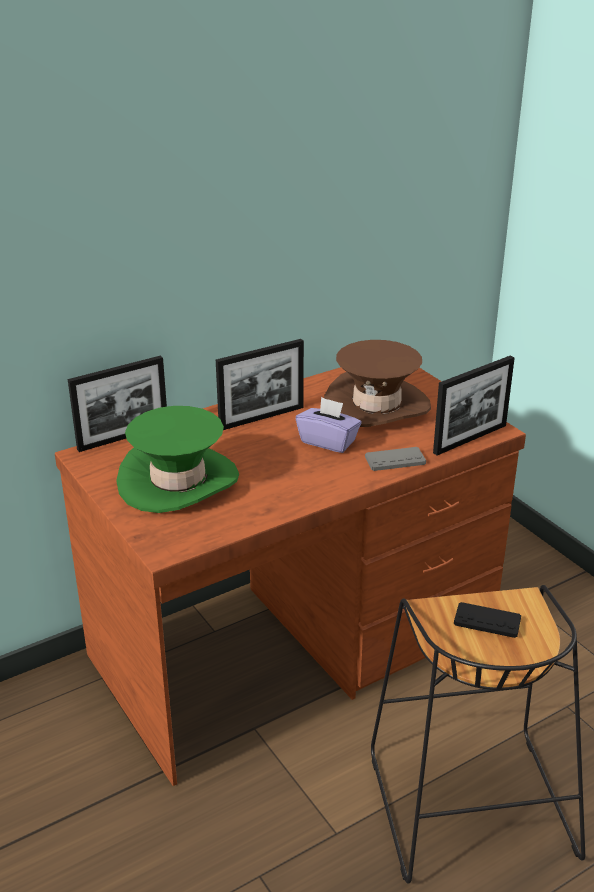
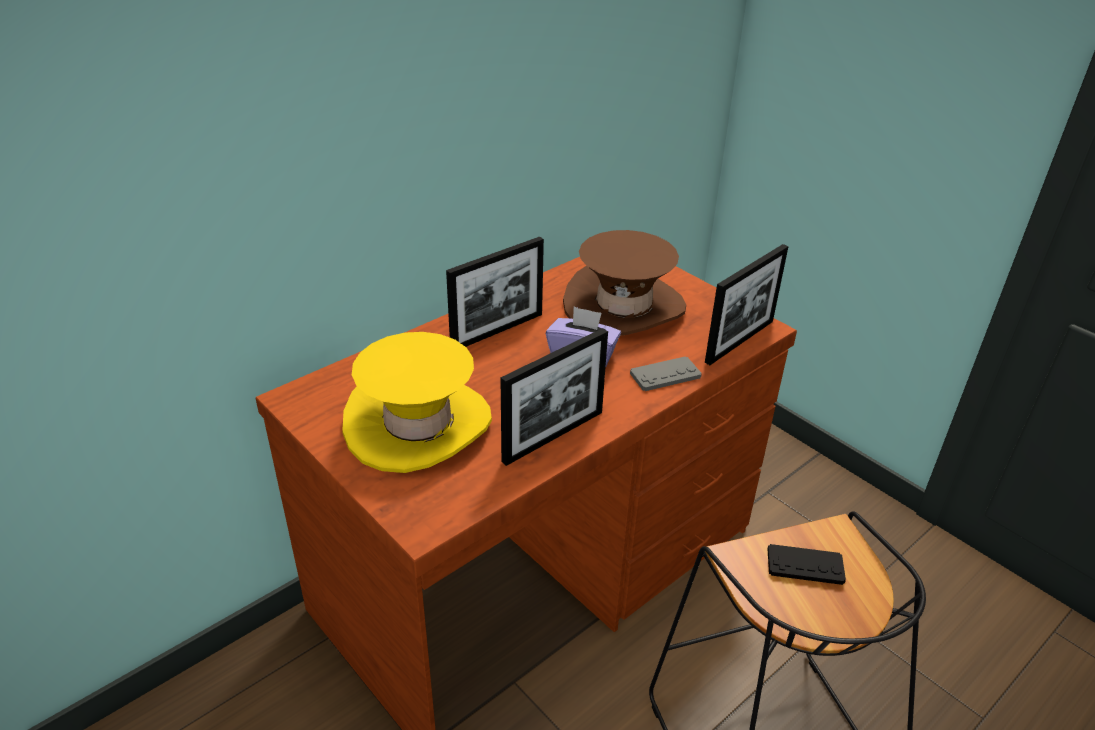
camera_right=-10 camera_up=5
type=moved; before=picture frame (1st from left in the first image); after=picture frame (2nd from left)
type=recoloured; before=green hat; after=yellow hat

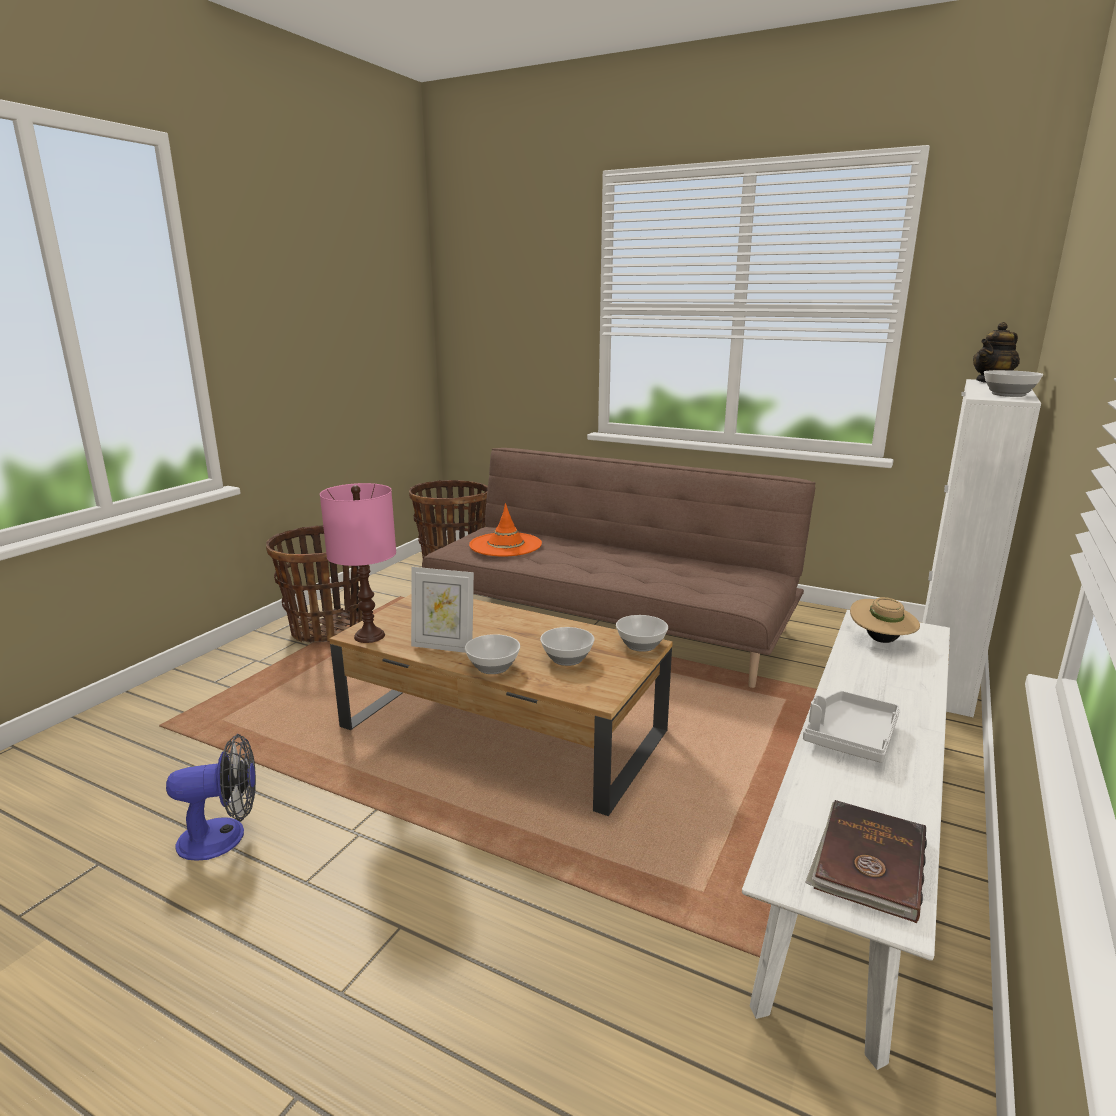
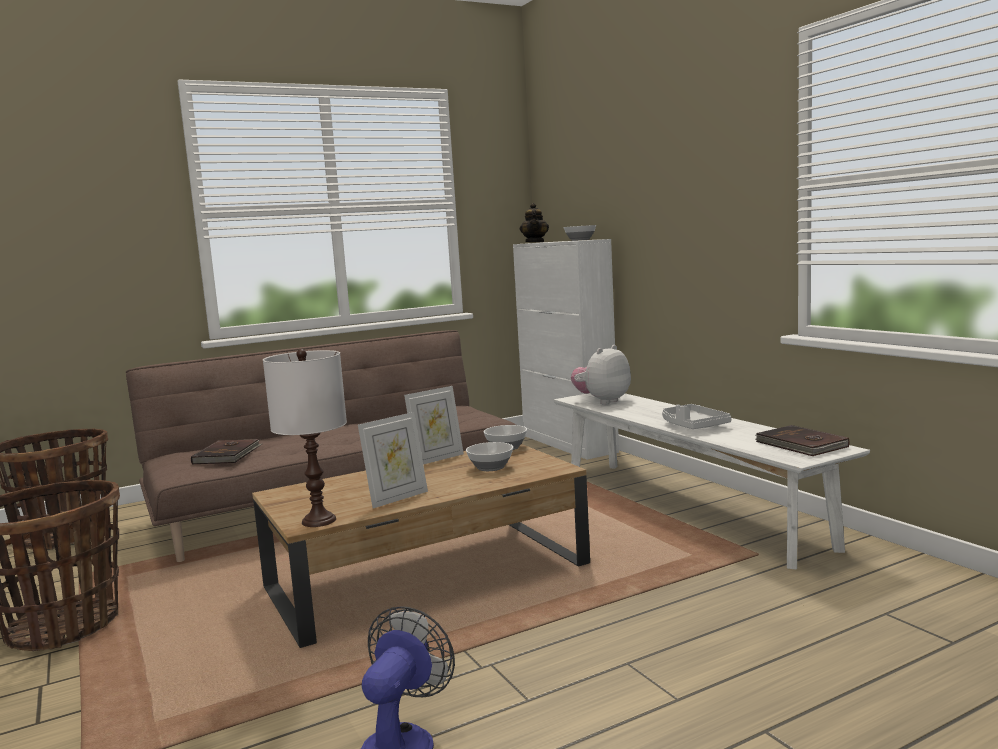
camera_right=-55 camera_up=-10
type=recoloured; before=pinkish table lamp; after=whitish table lamp
type=replaced; before=orange hat; after=brownish volume (1st from left)
type=replaced; before=sand-coloured hat; after=plush toy
type=removed; before=bowl (1st from left)
type=added; after=picture frame (2nd from left)

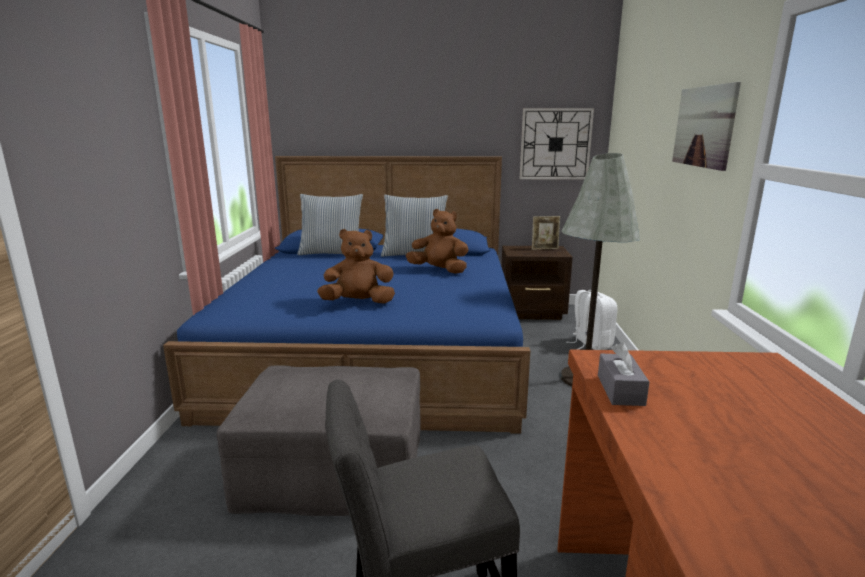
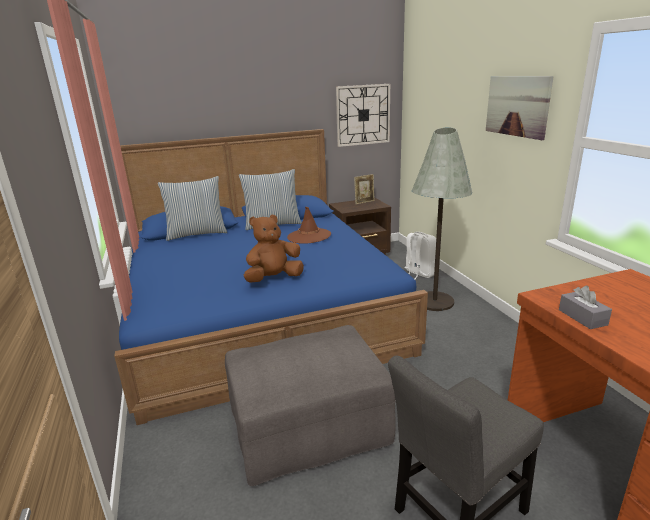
camera_right=-20 camera_up=5
type=replaced; before=brownish plush toy (2nd from left); after=brownish hat

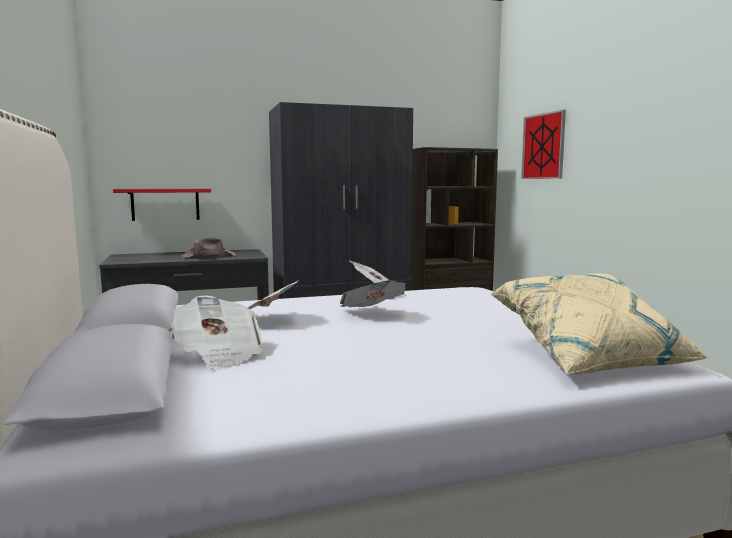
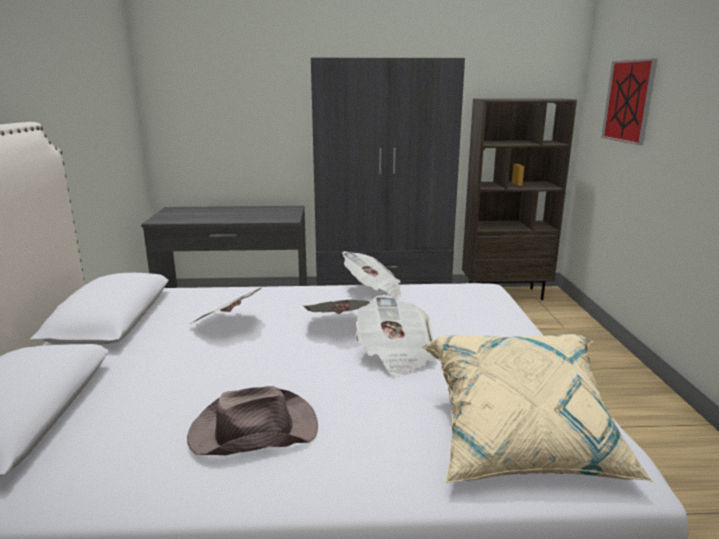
camera_right=15 camera_up=10
type=removed; before=red bracket shelf
type=moved; before=brownish hat
type=moved; before=newspaper (1st from left in the first image); after=newspaper (4th from left)

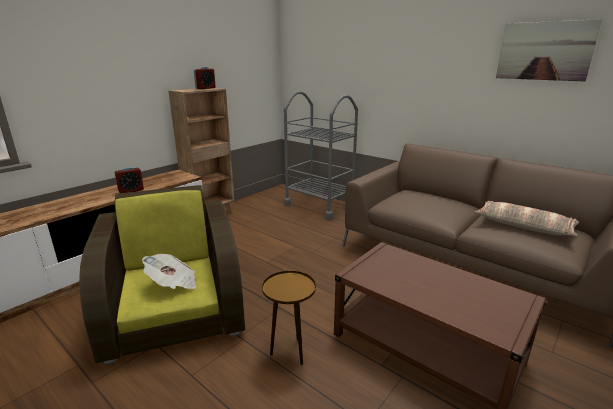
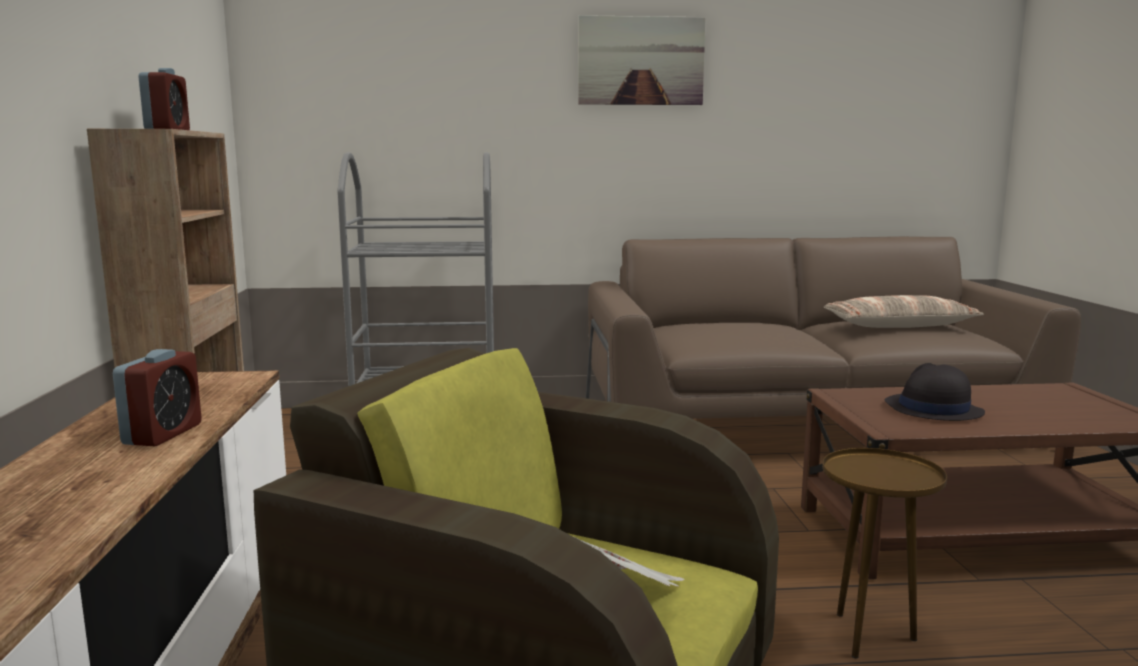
camera_right=-45 camera_up=-10
type=moved; before=wall art
type=added; after=black hat

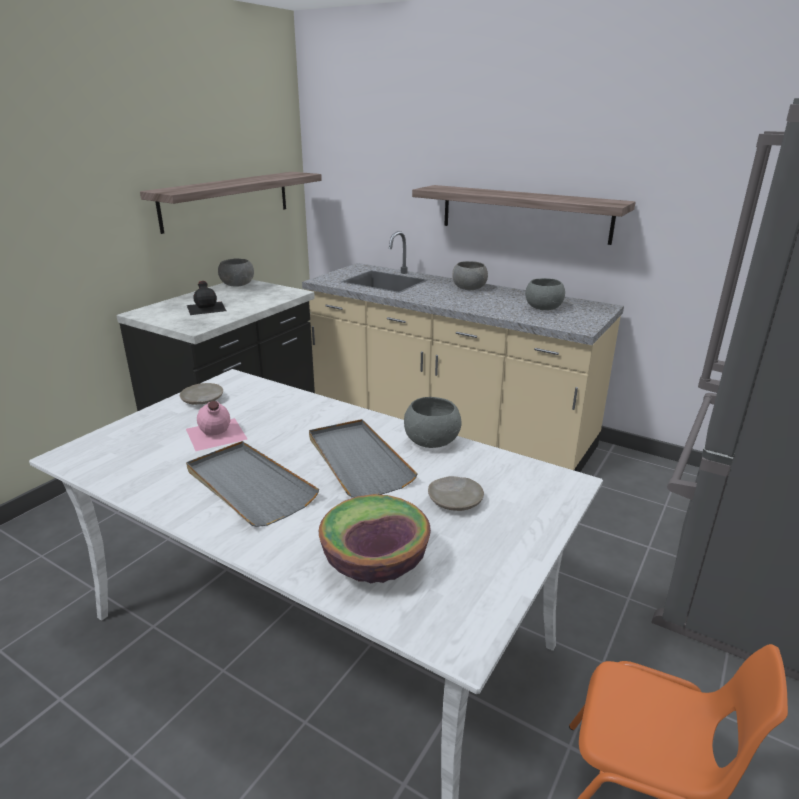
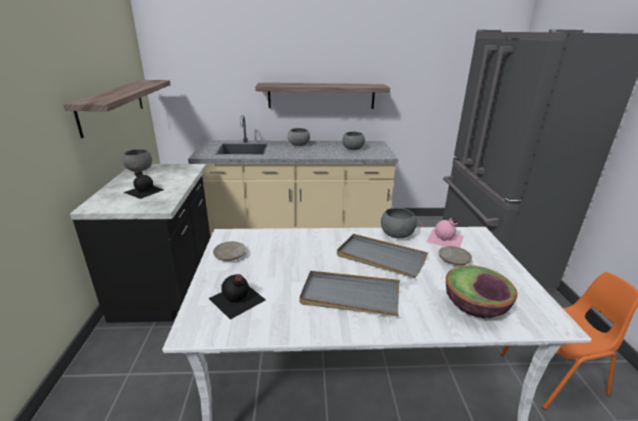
camera_right=-35 camera_up=0
type=moved; before=pinkish bottle
type=added; after=black bottle (2nd from left)

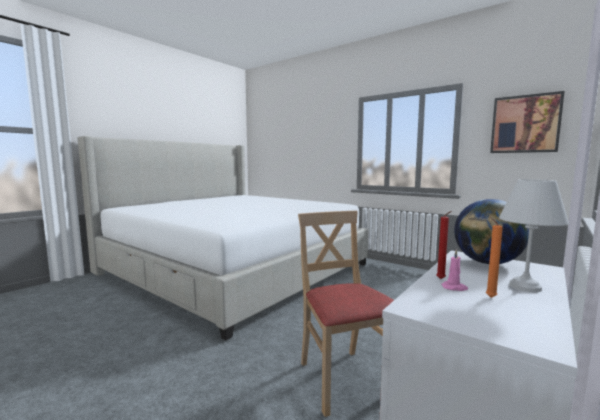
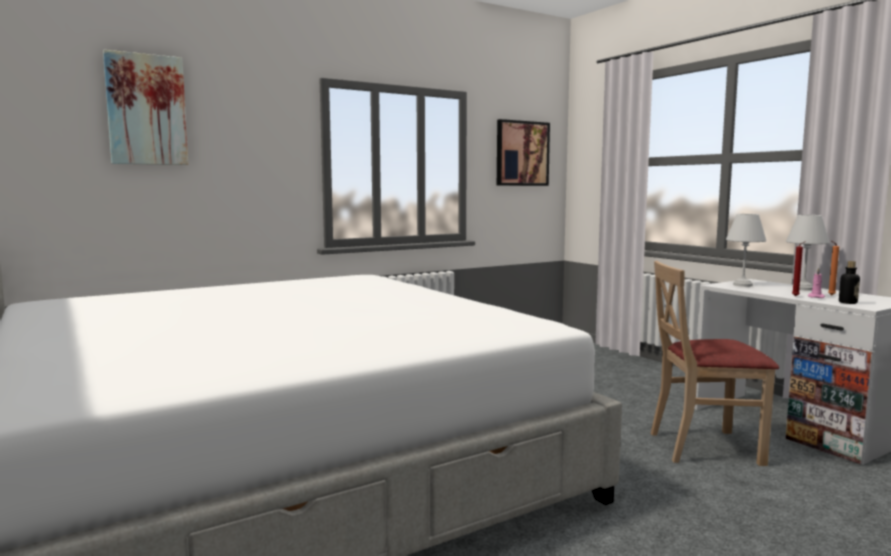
camera_right=-70 camera_up=0
type=replaced; before=desk globe; after=whitish table lamp (1st from left)
type=added; after=wall art (1st from left)
type=added; after=bottle

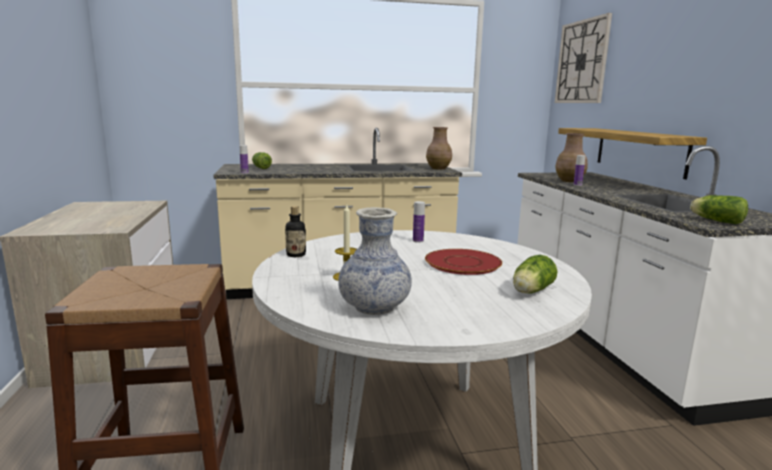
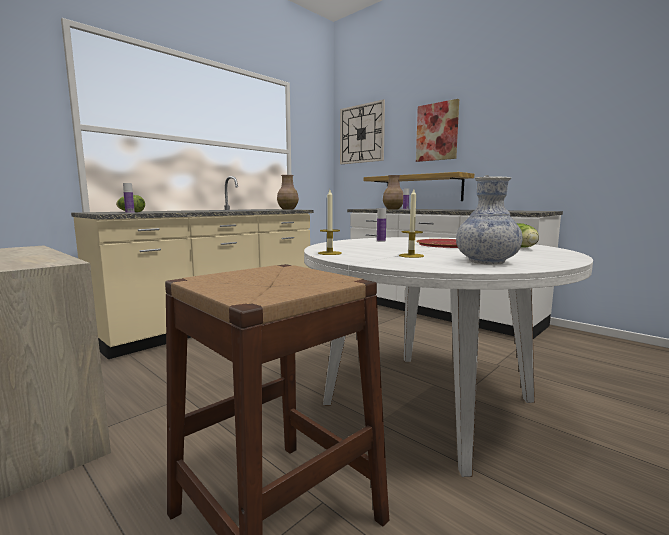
camera_right=-35 camera_up=-5
type=removed; before=lettuce (3rd from left)
type=replaced; before=bottle (2nd from left); after=candle (1st from left)
type=added; after=wall art

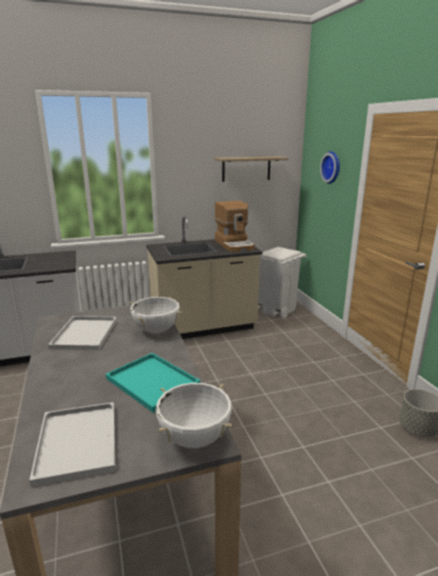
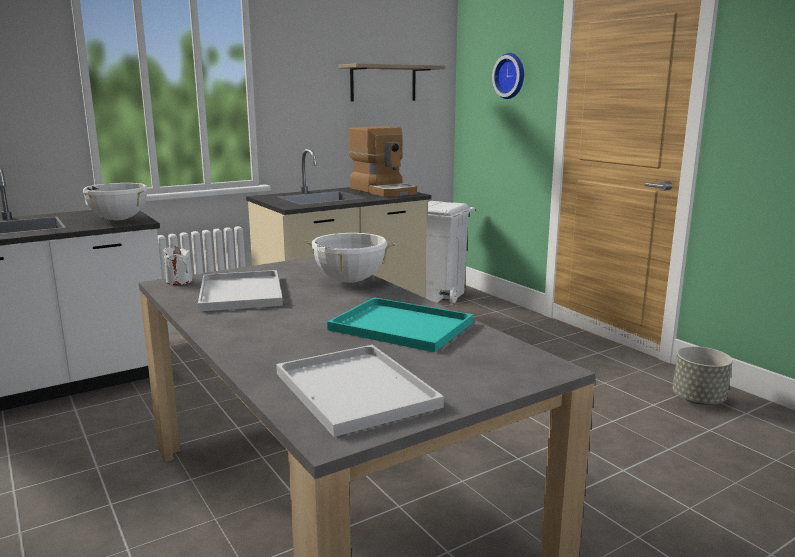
camera_right=-15 camera_up=-5
type=moved; before=whitish cooking pot (2nd from left in the first image); after=whitish cooking pot (1st from left)
type=added; after=whitish candle

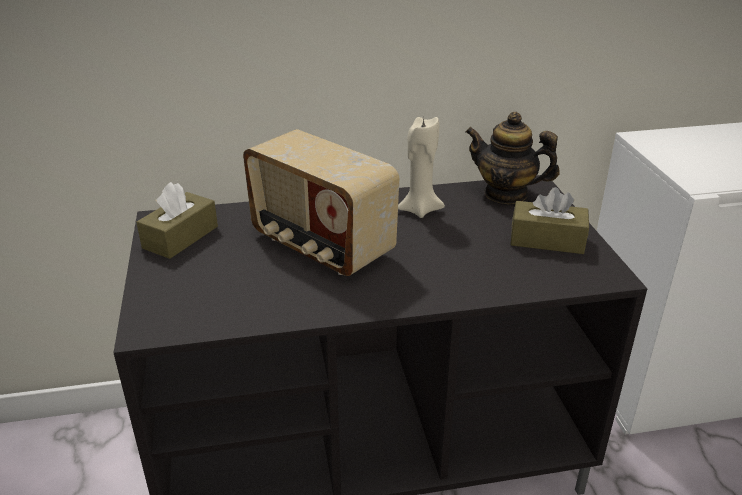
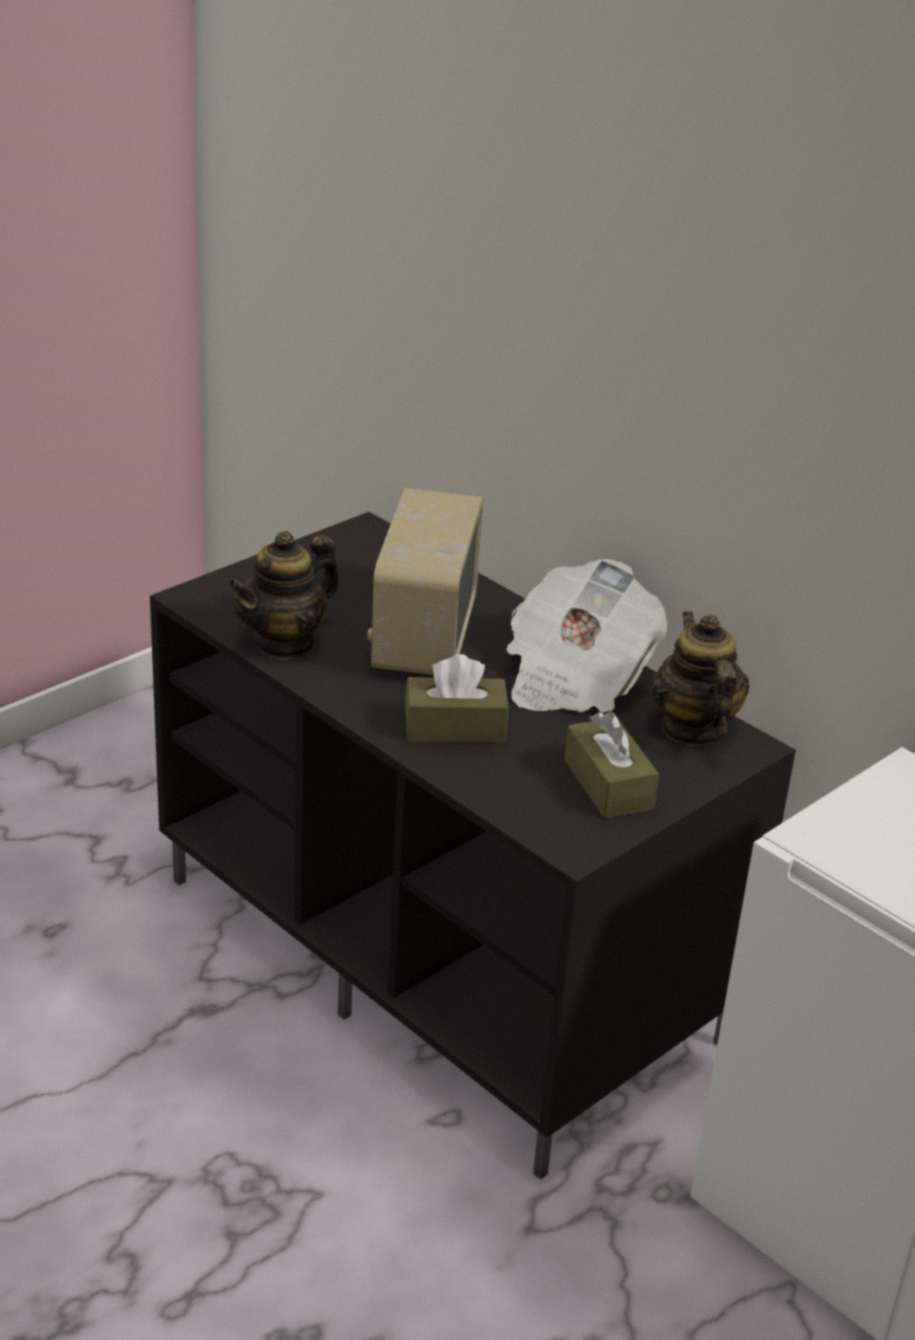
camera_right=55 camera_up=0
type=replaced; before=sand-coloured candle; after=newspaper
type=moved; before=brownish box of tissues (1st from left)
type=added; after=tea pot (1st from left)

